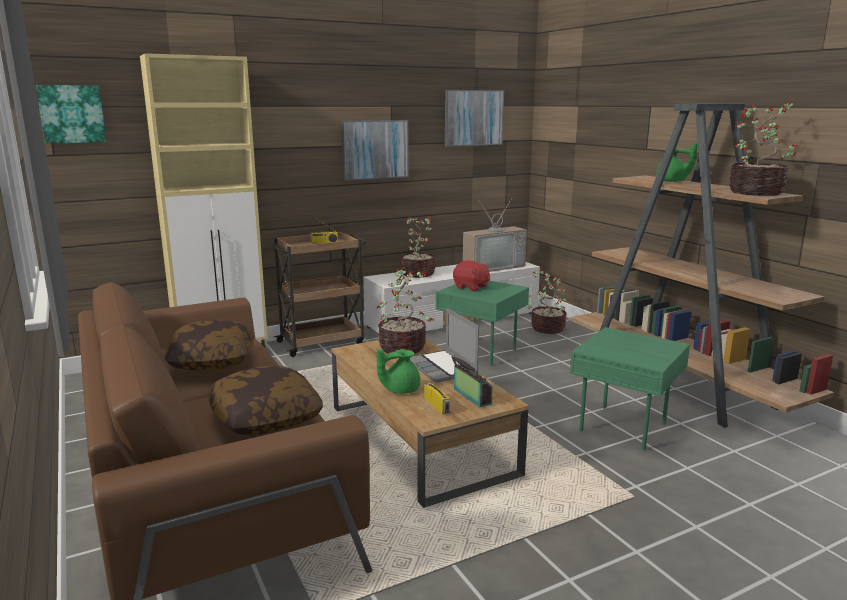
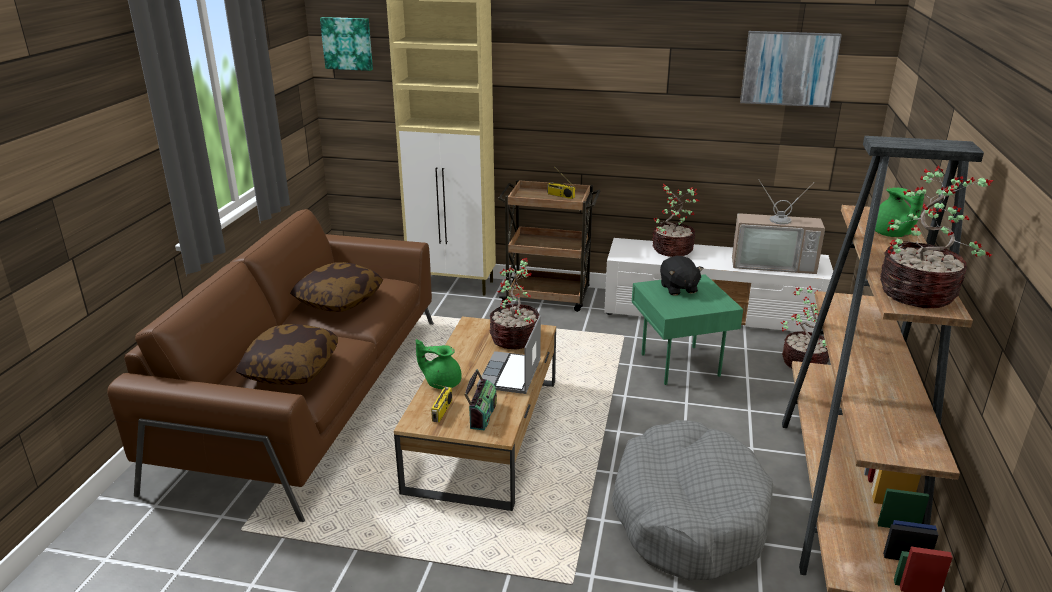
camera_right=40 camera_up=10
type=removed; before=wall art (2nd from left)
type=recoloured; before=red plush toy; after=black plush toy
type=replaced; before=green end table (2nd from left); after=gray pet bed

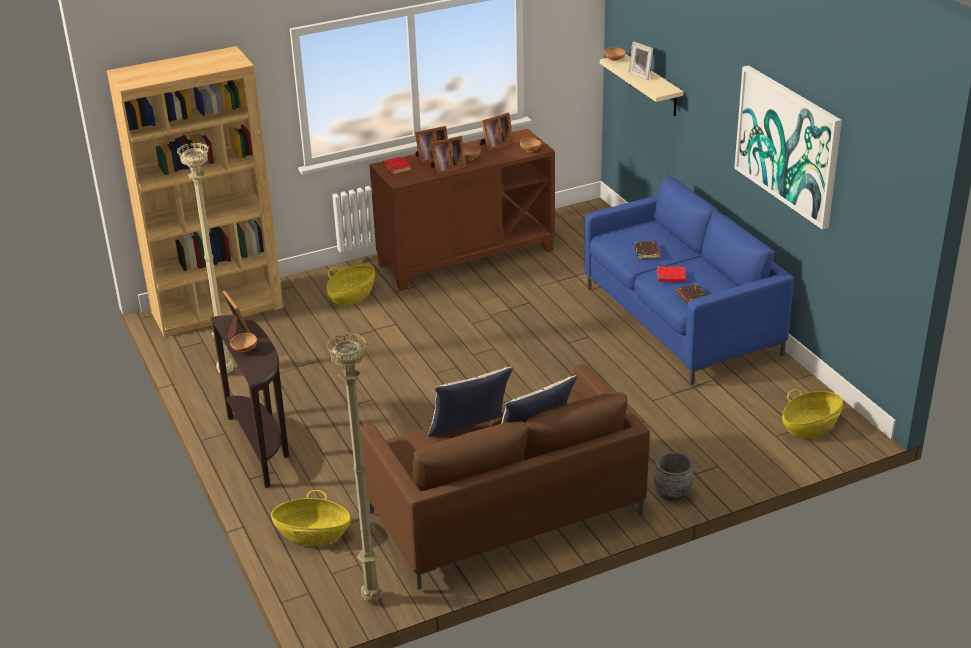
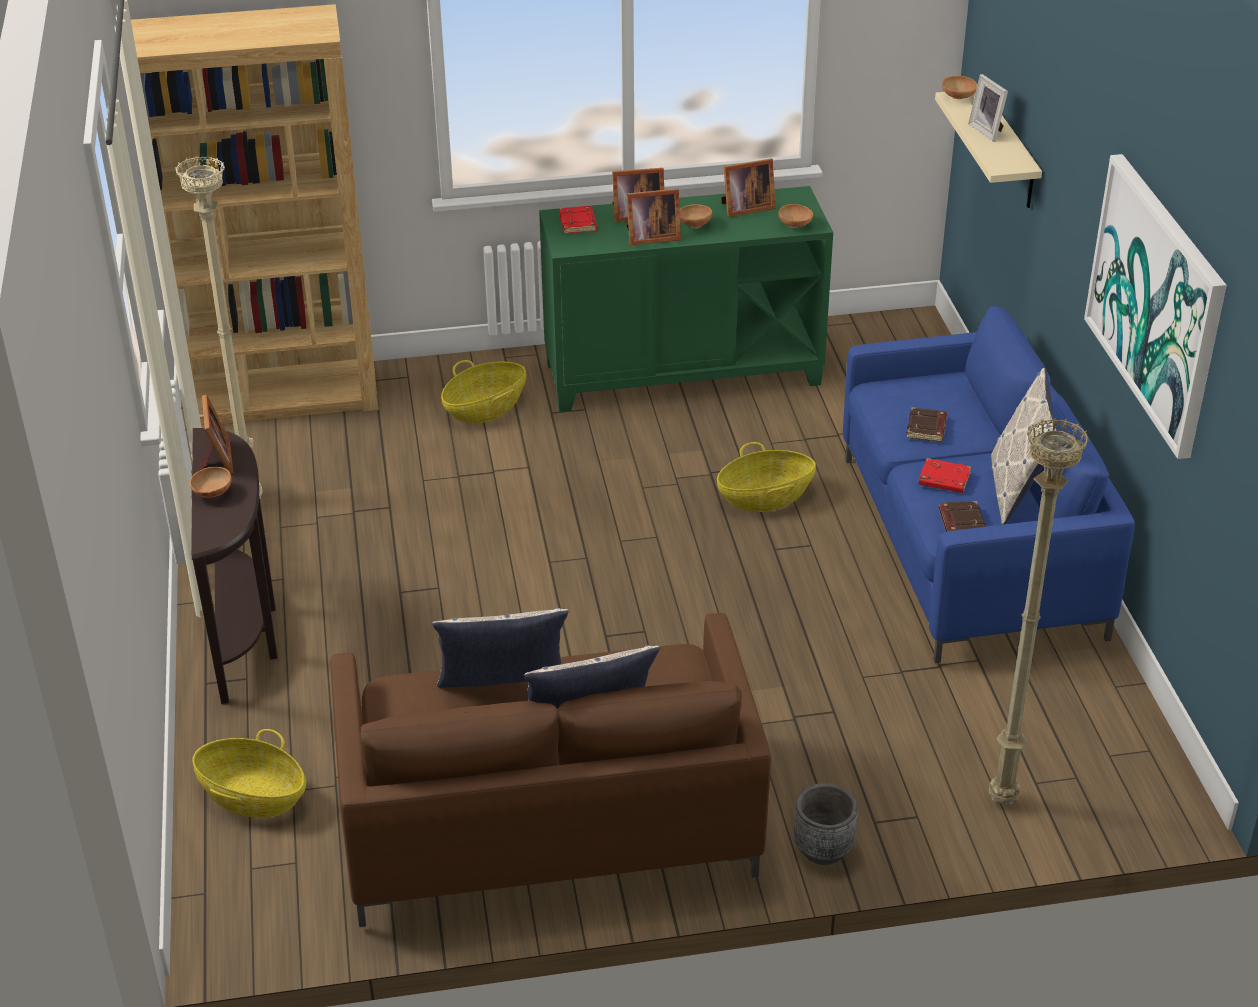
camera_right=15 camera_up=5
type=recoloured; before=brownish cabinet; after=green cabinet
type=moved; before=sand-coloured floor lamp (2nd from left)
type=moved; before=basket (3rd from left)
type=added; after=pillow (3rd from left)

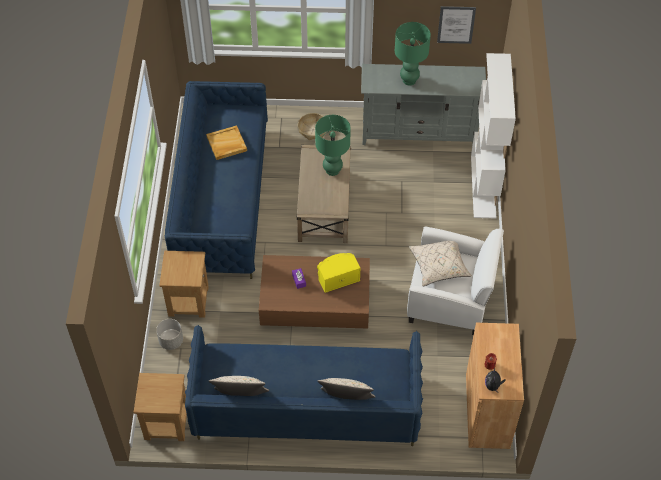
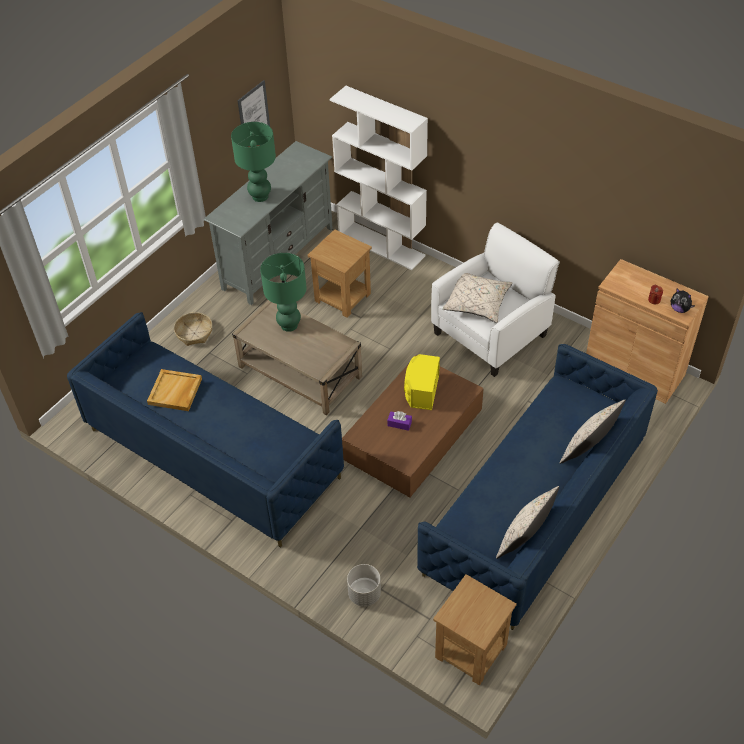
camera_right=-55 camera_up=-5
type=moved; before=brownish end table (2nd from left in the first image); after=brownish end table (1st from left)

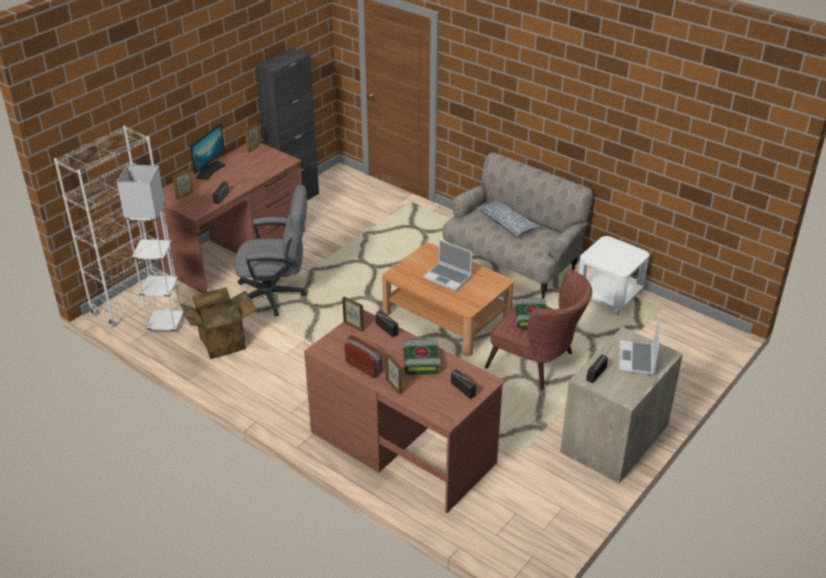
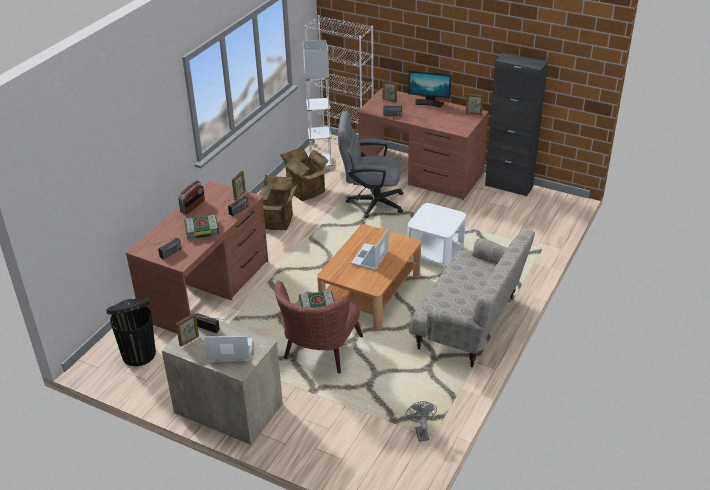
camera_right=80 camera_up=0
type=turned; before=gray computer chair; turn=105
type=removed; before=pillow
type=moved; before=whitish end table
type=moved; before=picture frame (4th from left in the first image); after=picture frame (1st from left)
type=added; after=packing box (1st from left)
type=added; after=black trash can
type=added; after=gray electric fan

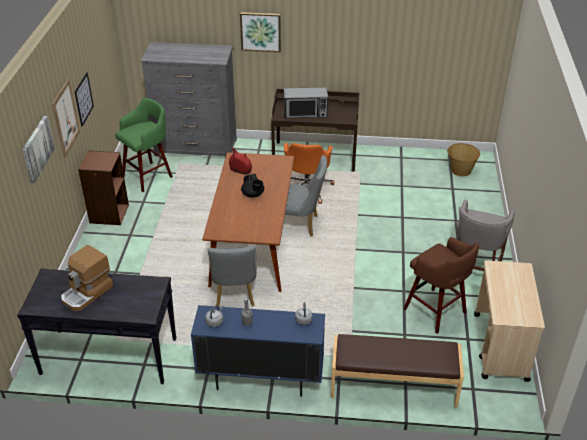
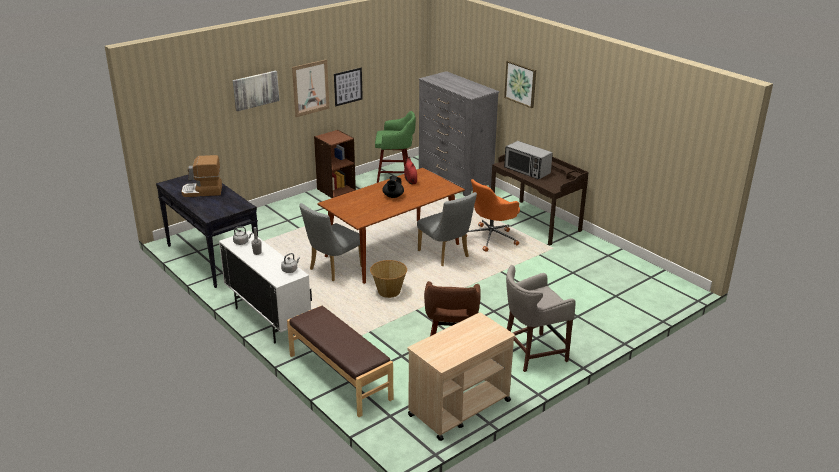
camera_right=45 camera_up=-10
type=moved; before=basket
type=recoloured; before=blue-coloured cabinet; after=whitish cabinet

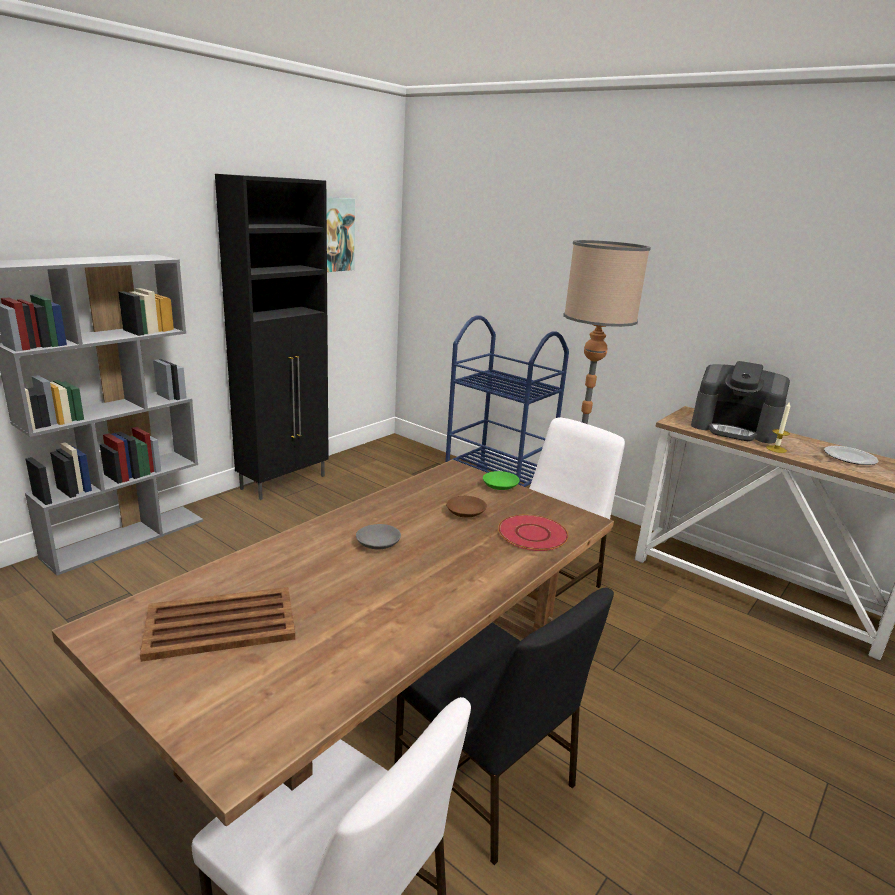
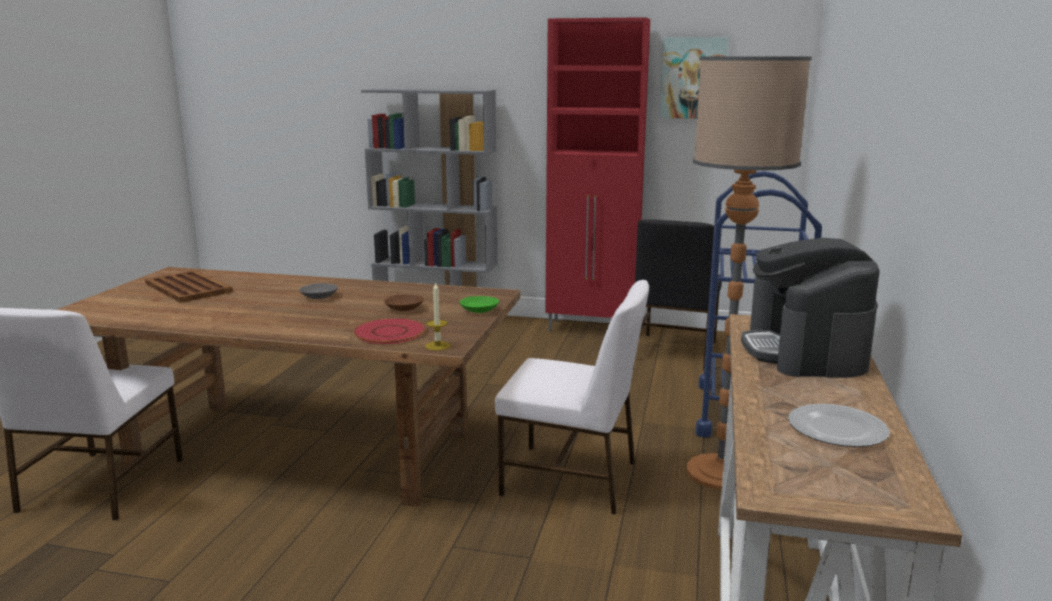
camera_right=65 camera_up=-5
type=recoloured; before=black cabinet; after=red cabinet
type=moved; before=candle
type=moved; before=black chair

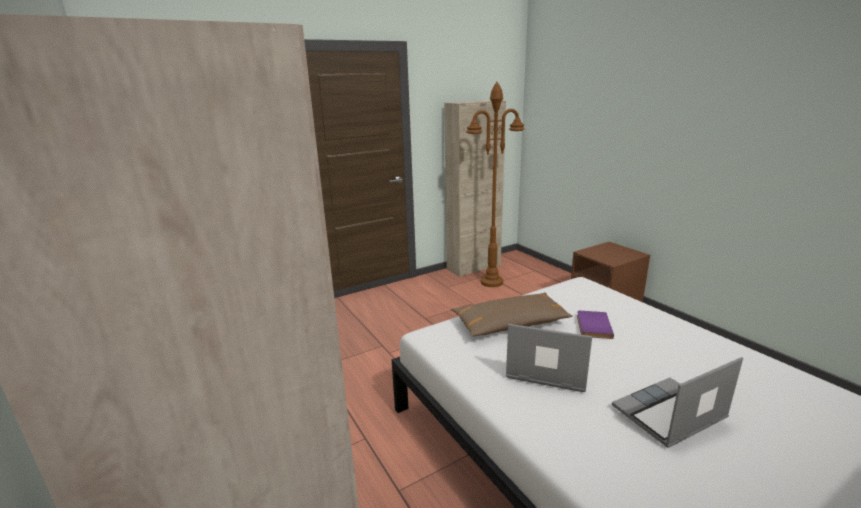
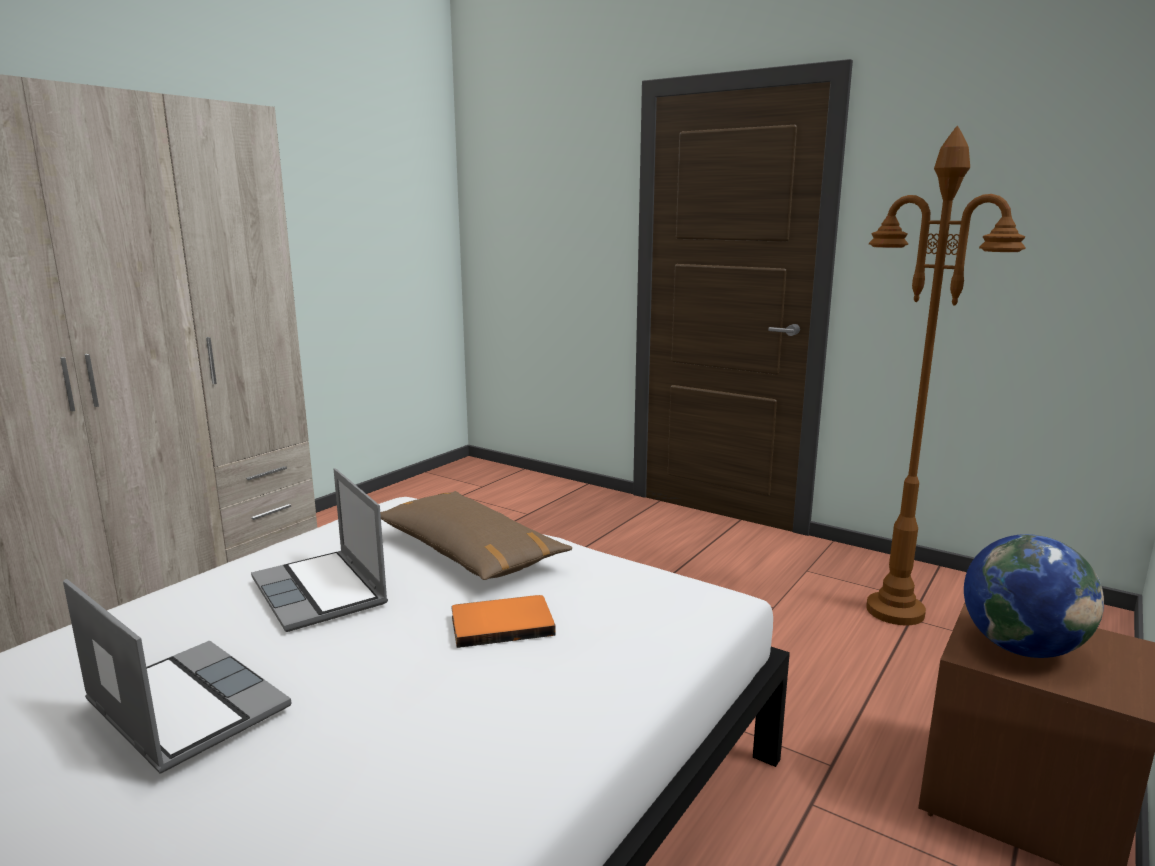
camera_right=65 camera_up=-5
type=removed; before=sand-coloured cabinet
type=recoloured; before=purplish volume; after=orange volume
type=turned; before=laptop (1st from left in the first image); turn=150
type=added; after=desk globe

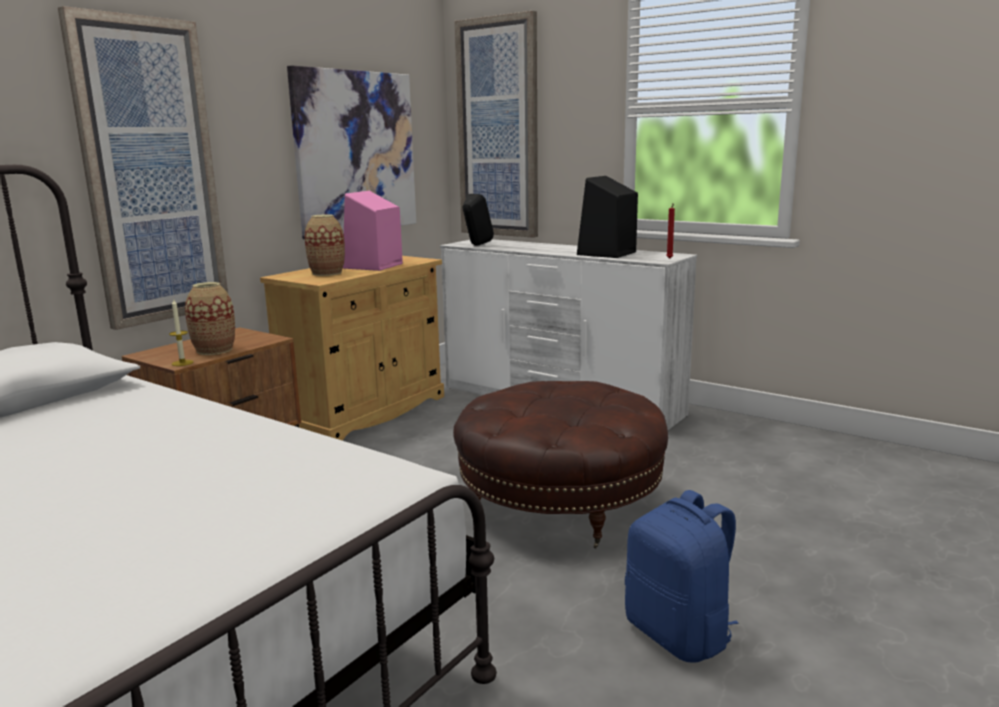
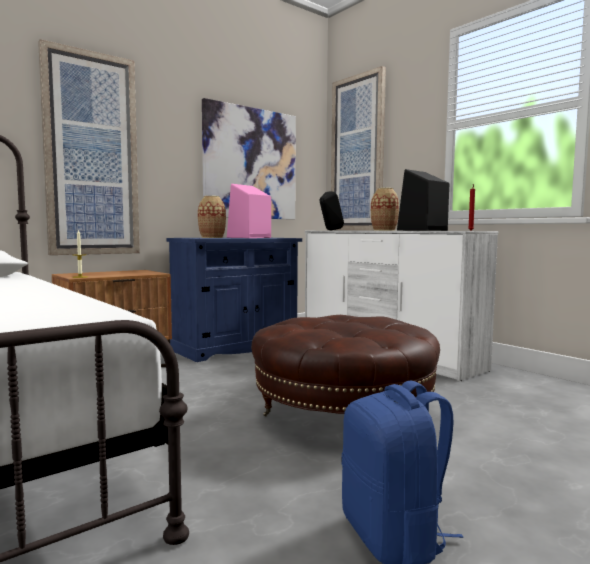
camera_right=15 camera_up=-10
type=recoloured; before=sand-coloured cabinet; after=blue-coloured cabinet
type=moved; before=decorative vase (1st from left in the first image); after=decorative vase (2nd from left)

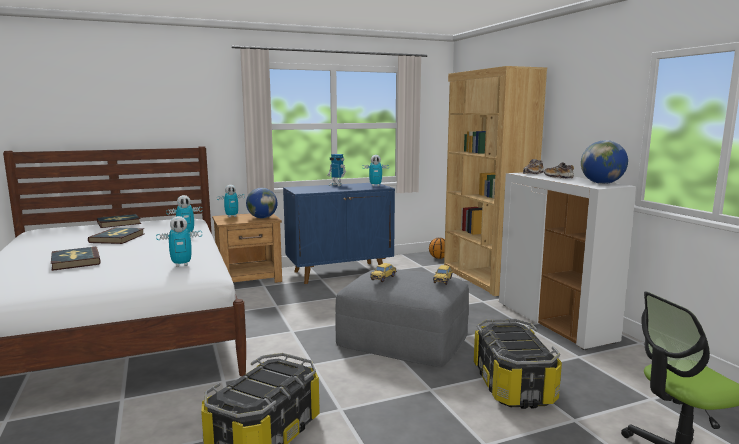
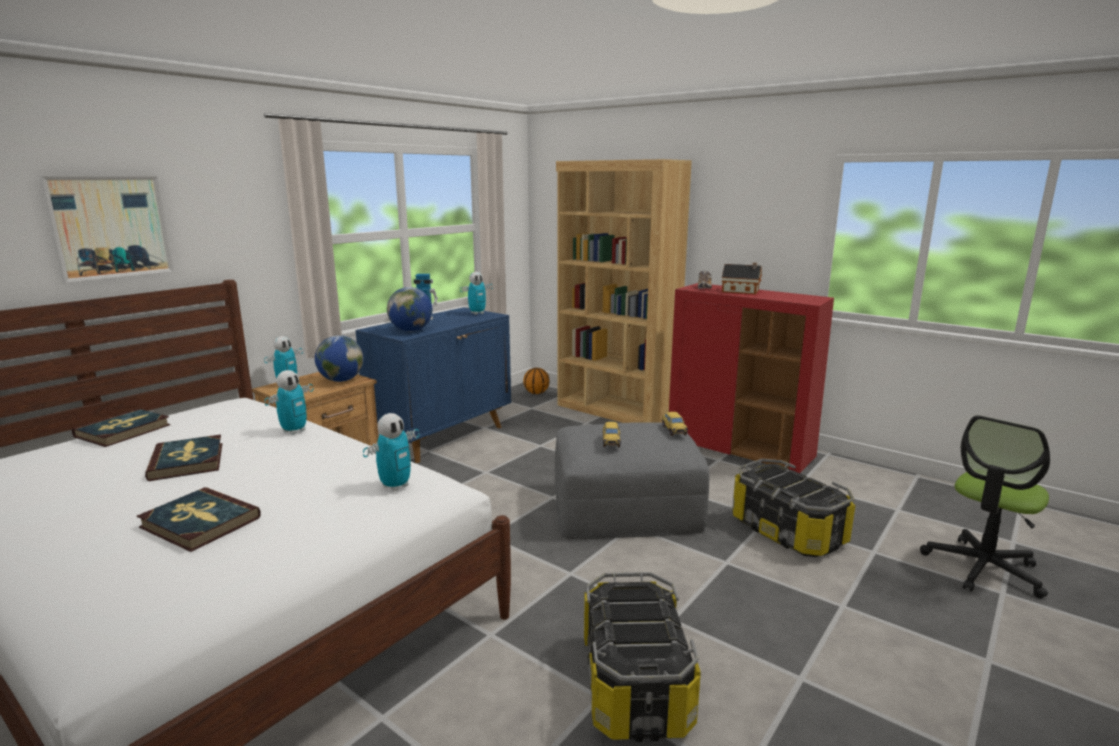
camera_right=-30 camera_up=5
type=moved; before=desk globe (2nd from left)
type=replaced; before=item of footwear (2nd from left); after=miniature house
type=recoloured; before=whitish cabinet; after=red cabinet
type=added; after=wall art

